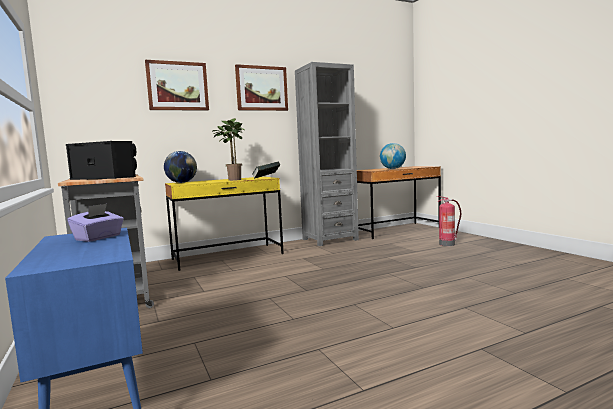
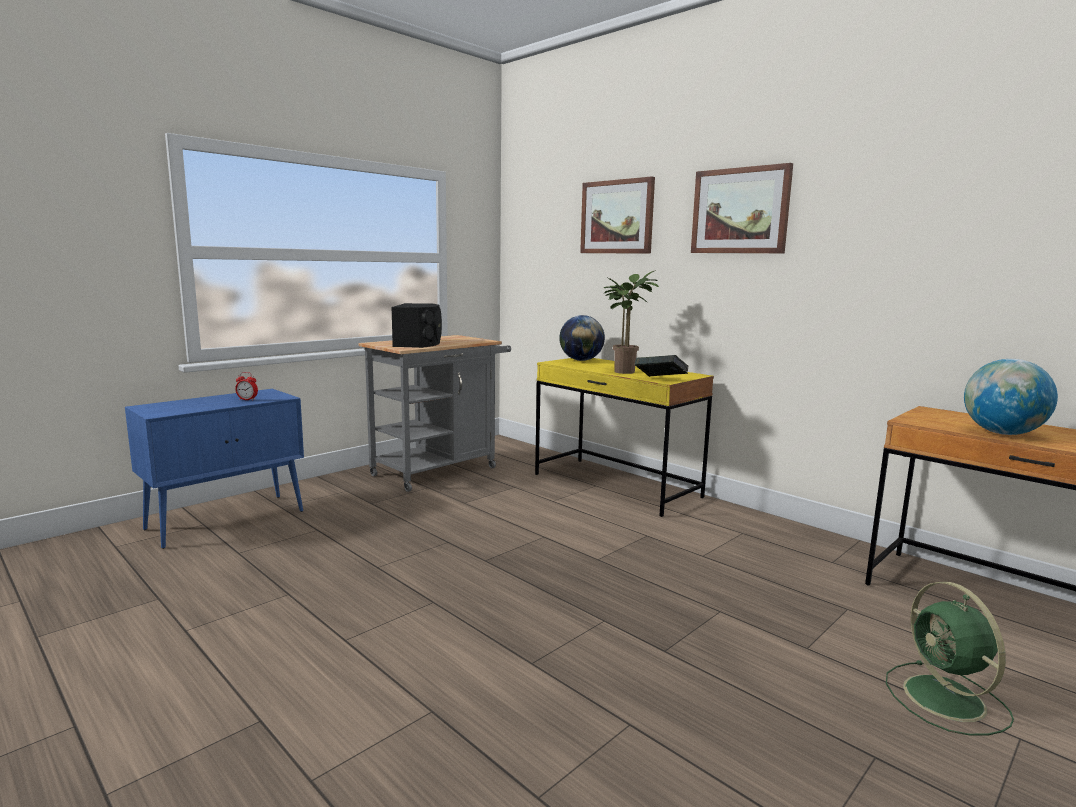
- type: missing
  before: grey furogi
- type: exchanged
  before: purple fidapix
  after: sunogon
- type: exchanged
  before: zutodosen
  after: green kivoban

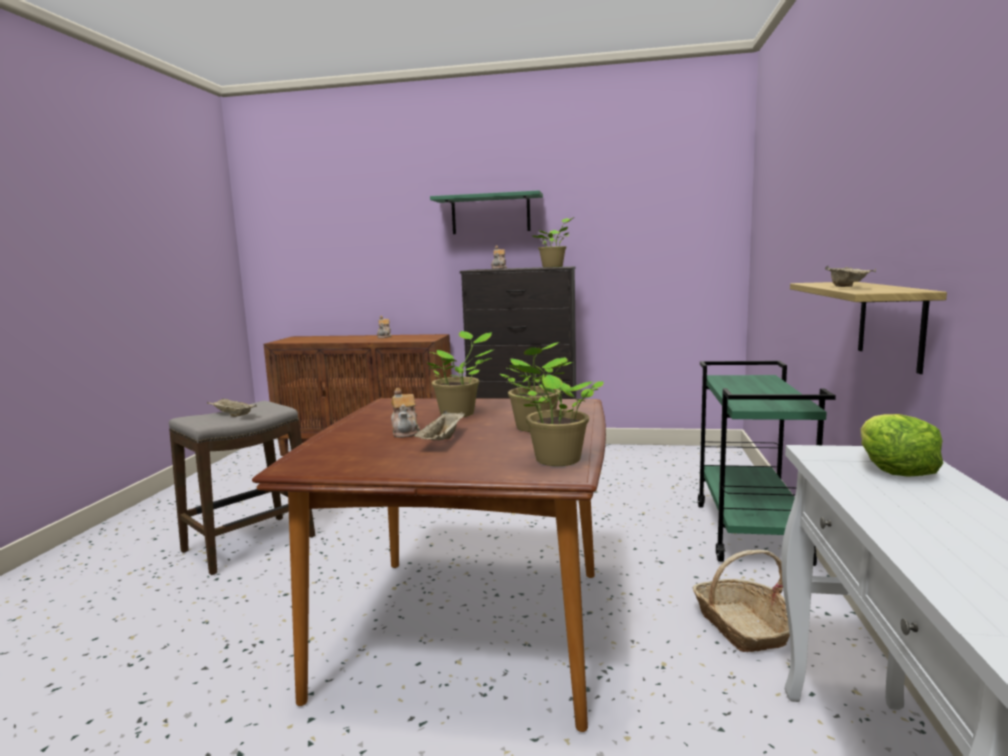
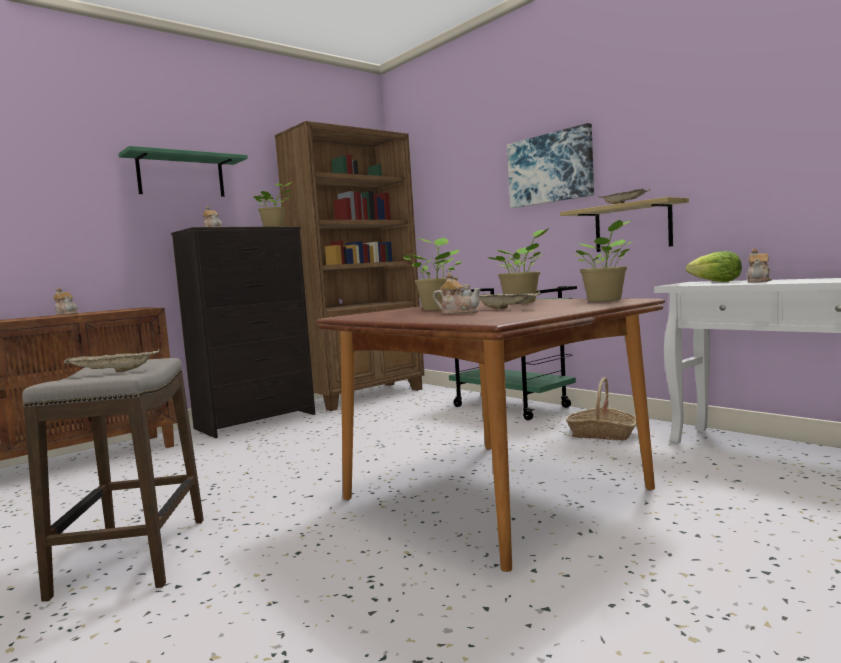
- type: appeared
  after: brown furogi
- type: appeared
  after: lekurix
- type: appeared
  after: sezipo (no. 4 from left)

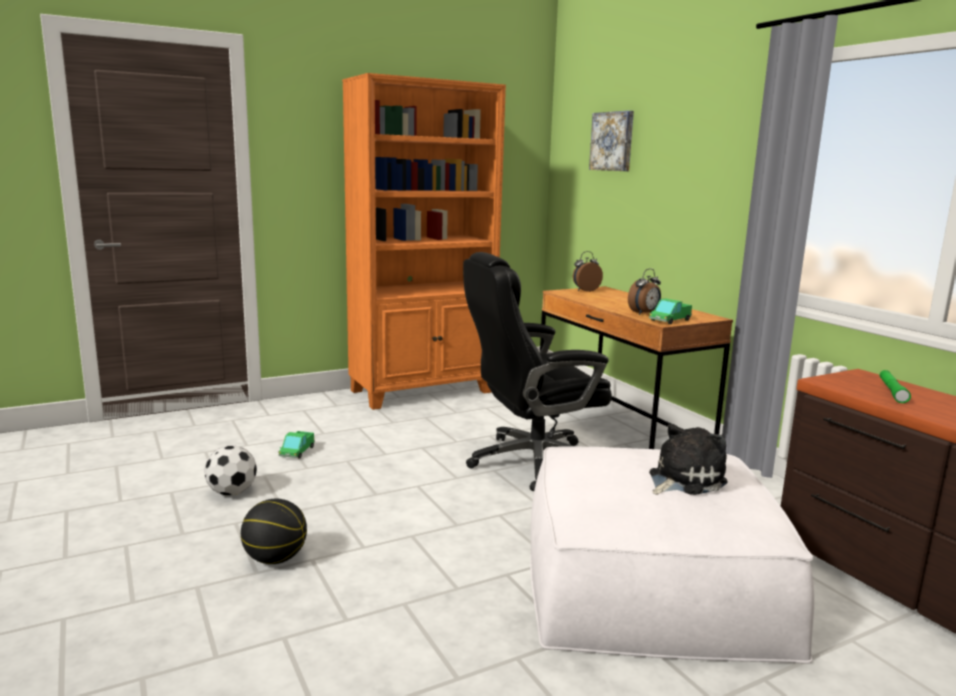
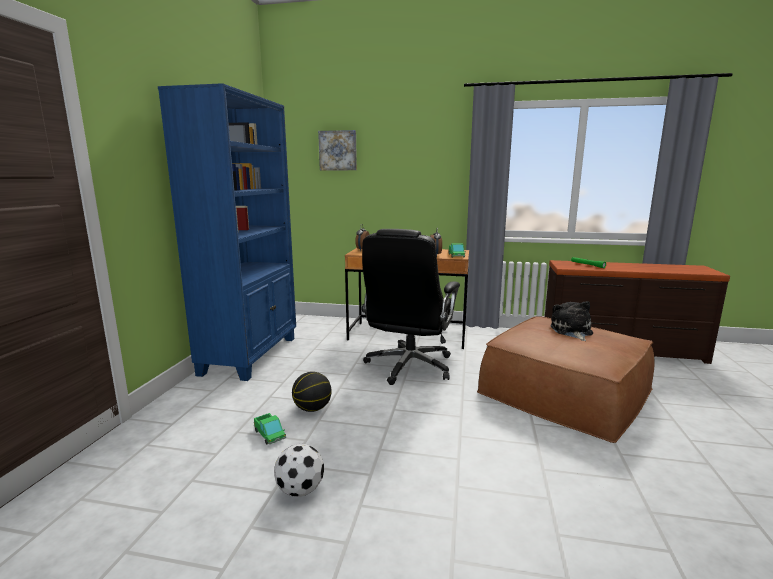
- type: relocated
  before: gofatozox
- type: colour
  before: orange furogi
  after: blue furogi
- type: colour
  before: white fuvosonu
  after: brown fuvosonu

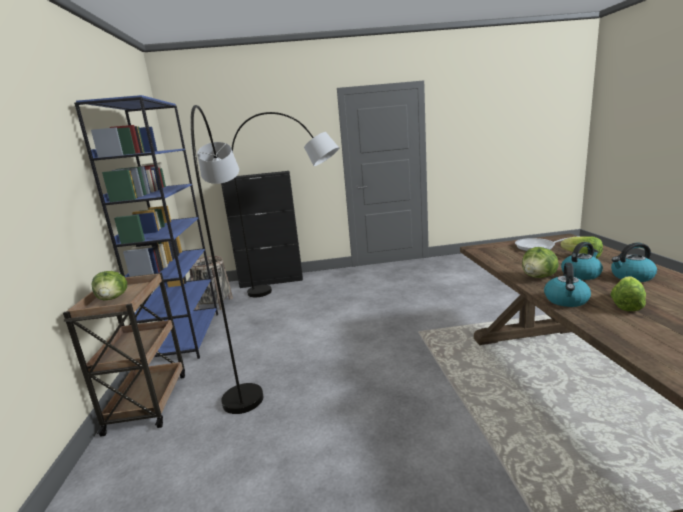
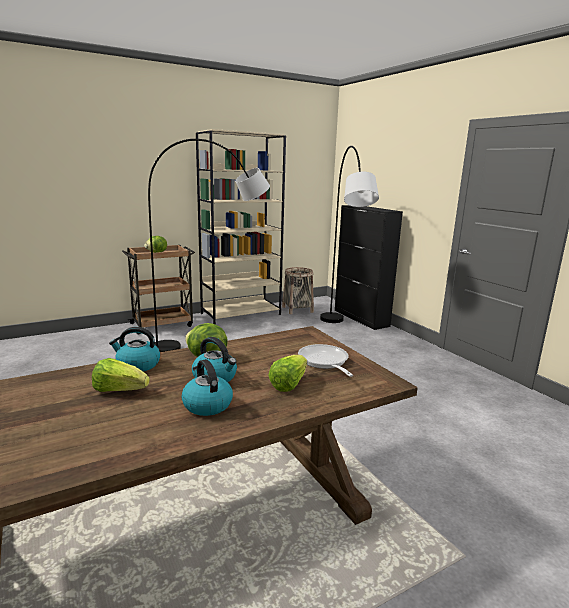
- type: colour
  before: blue furogi
  after: beige furogi

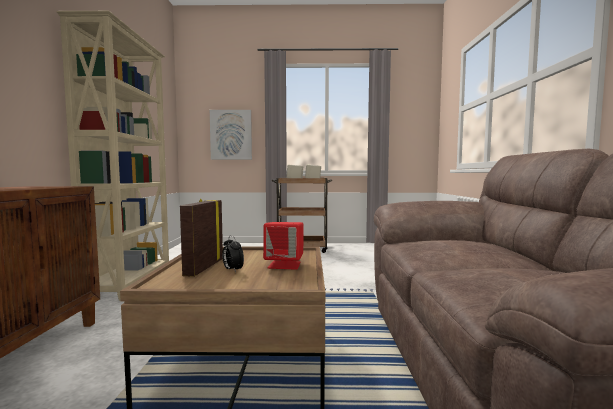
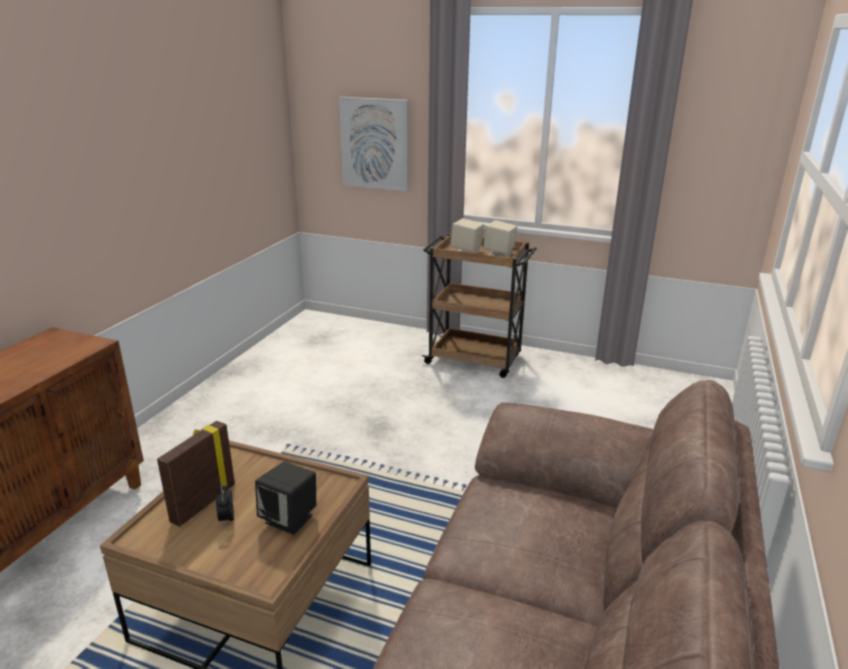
- type: missing
  before: beige furogi
- type: colour
  before: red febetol
  after: black febetol

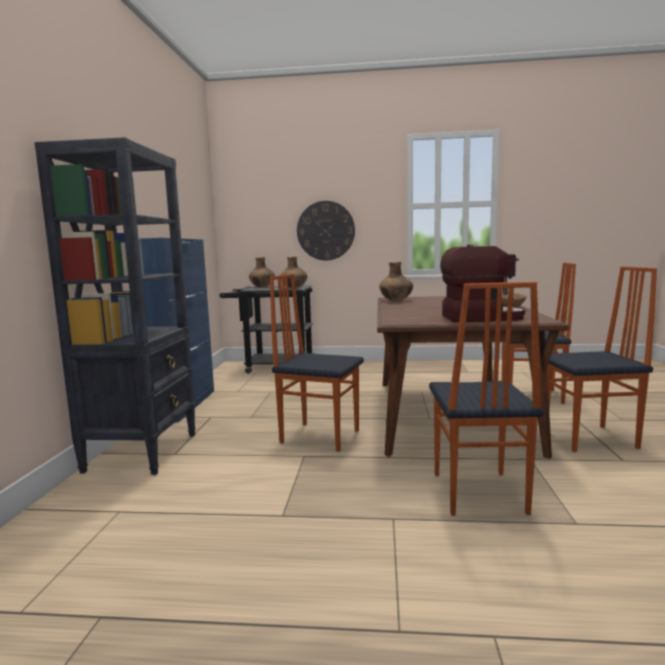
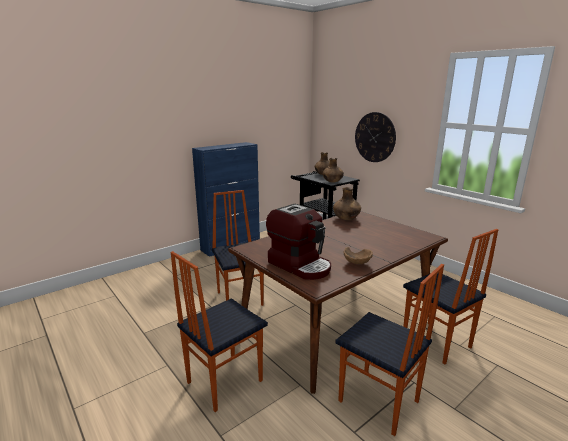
- type: missing
  before: black furogi

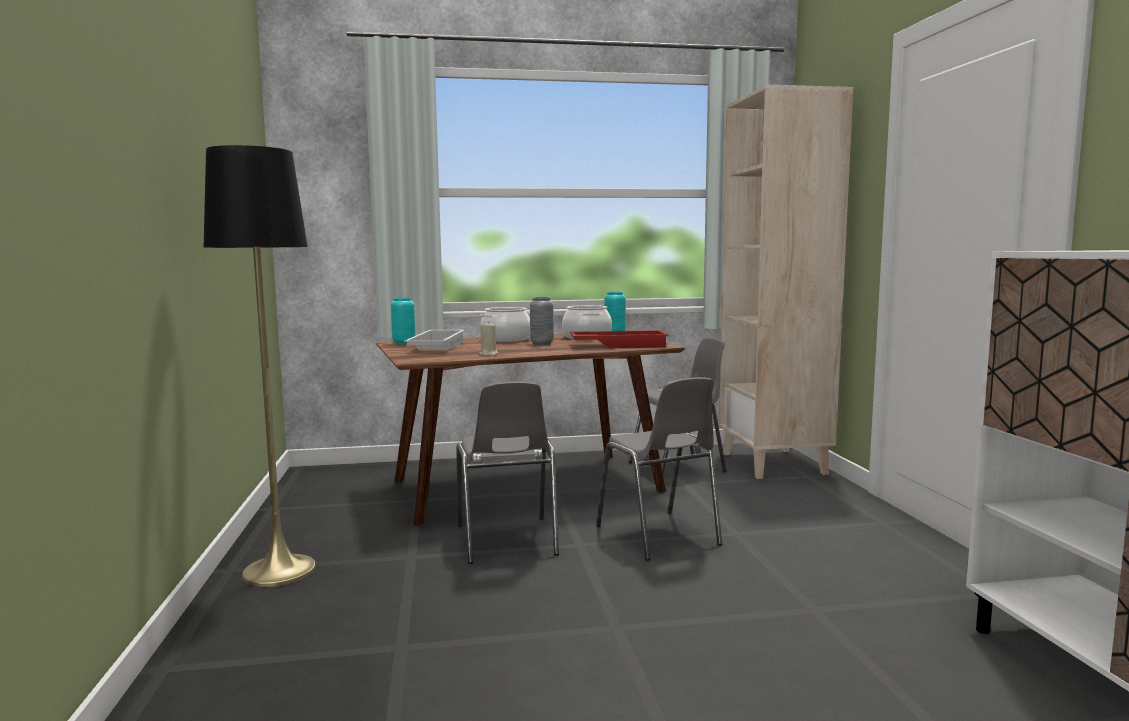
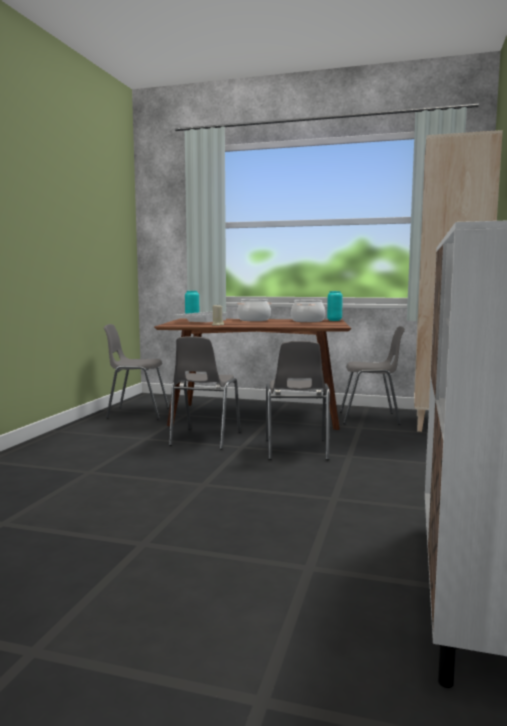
- type: missing
  before: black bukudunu
- type: missing
  before: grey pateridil
- type: missing
  before: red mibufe
- type: appeared
  after: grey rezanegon (no. 1 from left)

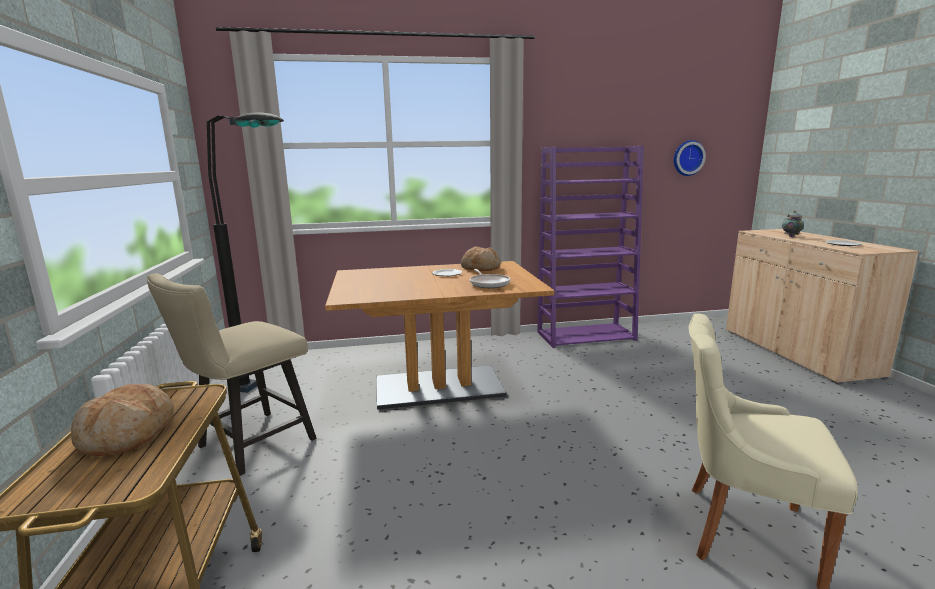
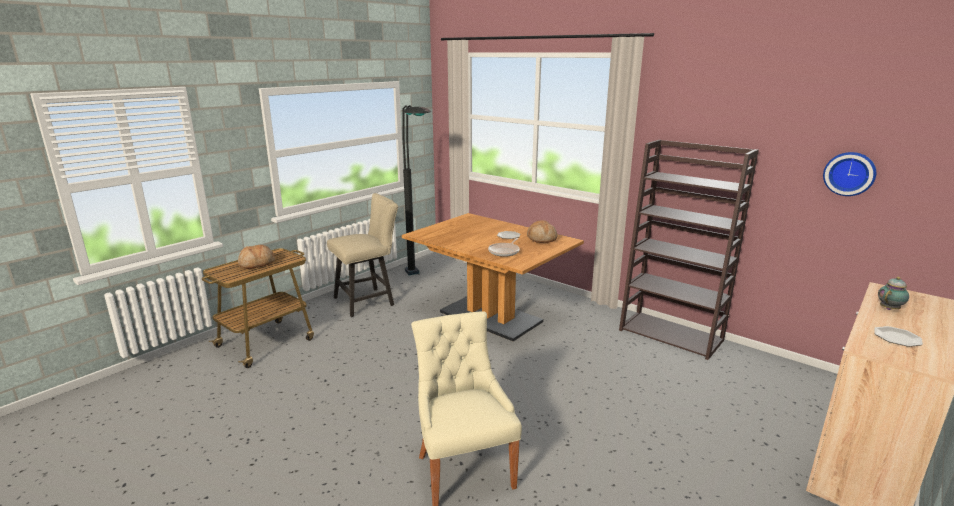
- type: colour
  before: purple furogi
  after: brown furogi
- type: spun
  before: beige rezanegon (no. 1 from left)
  turn: 150

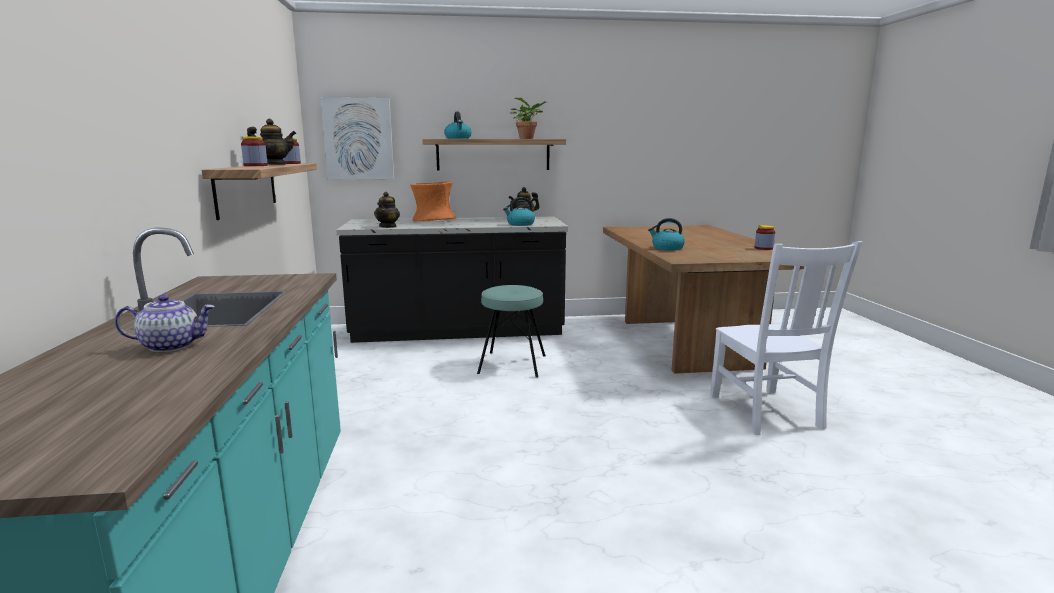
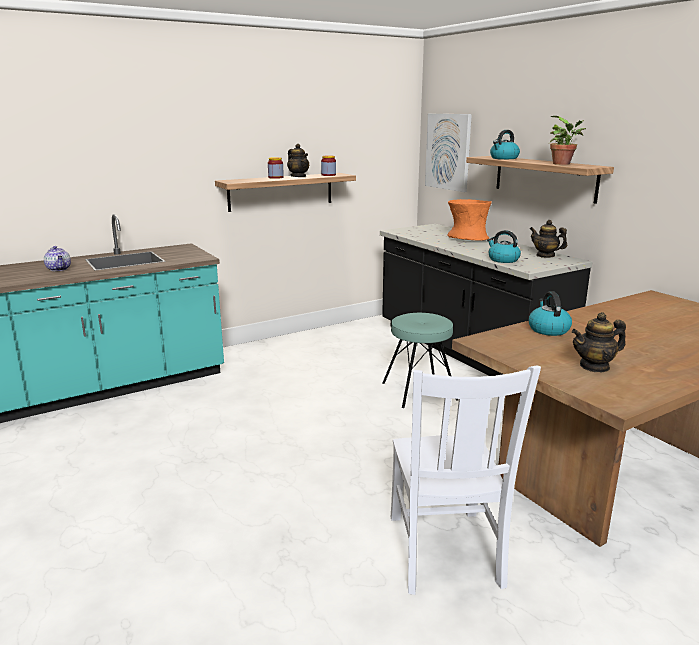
- type: missing
  before: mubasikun (no. 3 from left)
- type: relocated
  before: sezipo (no. 3 from left in the first image)
  after: sezipo (no. 4 from left)
- type: spun
  before: white rezanegon
  turn: -60

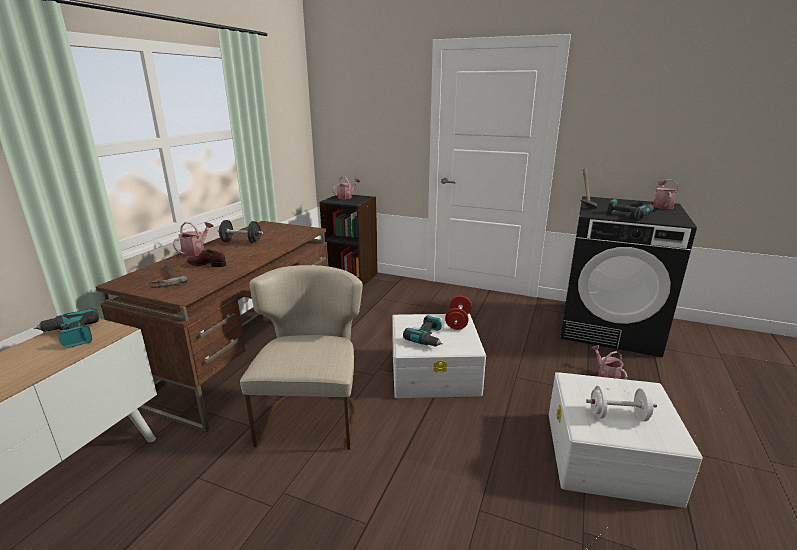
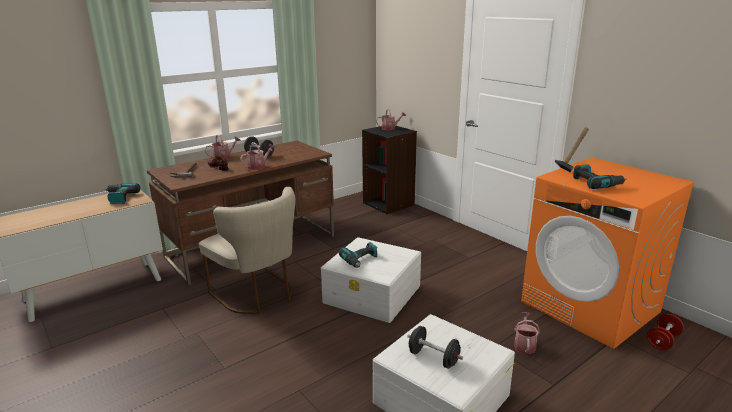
- type: relocated
  before: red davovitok
- type: relocated
  before: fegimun (no. 4 from left in the first image)
  after: fegimun (no. 2 from left)
- type: colour
  before: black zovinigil
  after: orange zovinigil
- type: colour
  before: white davovitok
  after: black davovitok (no. 2 from left)
- type: spun
  before: beige rezanegon
  turn: 105

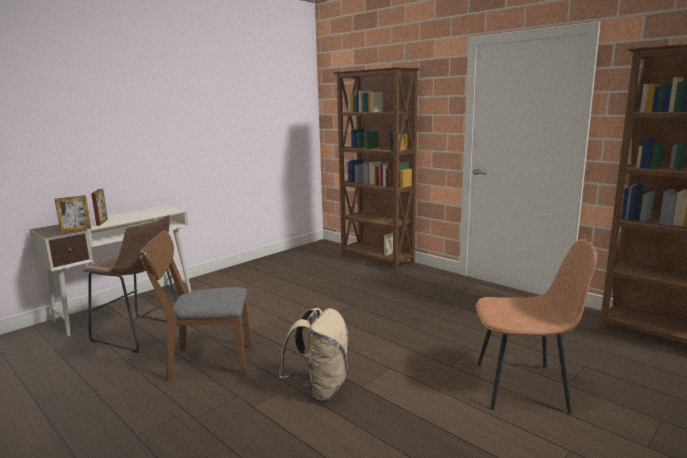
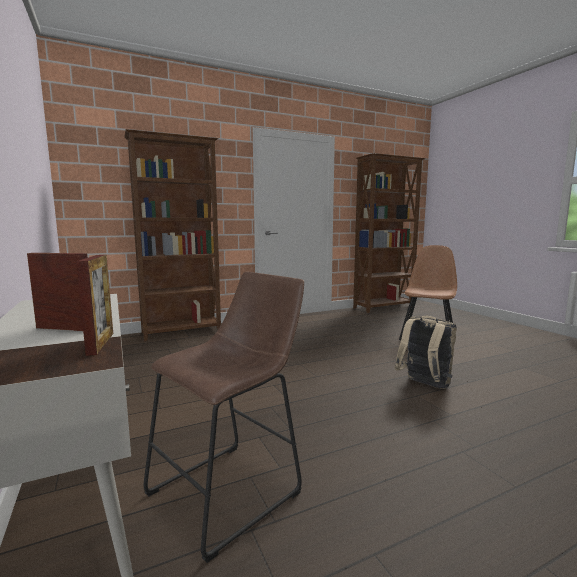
- type: missing
  before: brown rezanegon (no. 1 from left)

